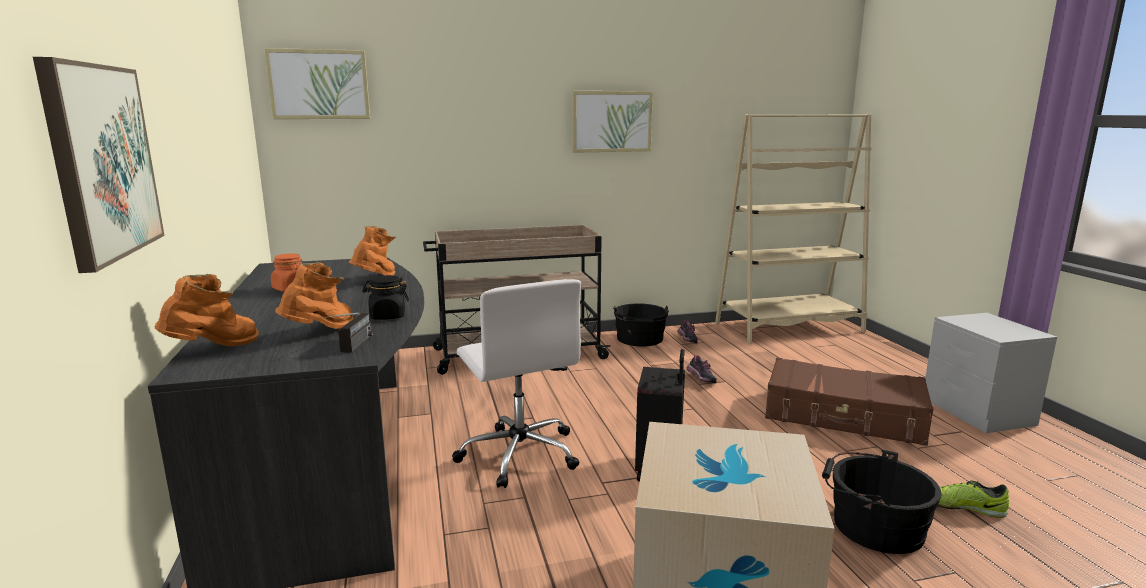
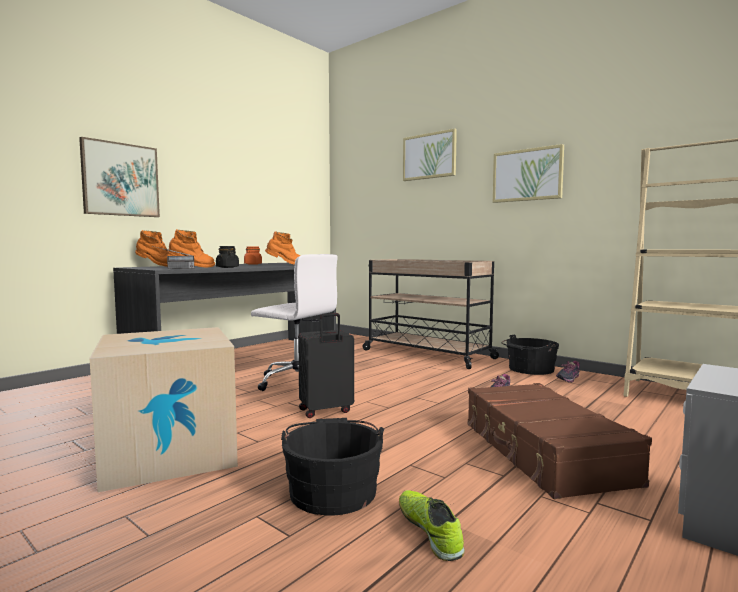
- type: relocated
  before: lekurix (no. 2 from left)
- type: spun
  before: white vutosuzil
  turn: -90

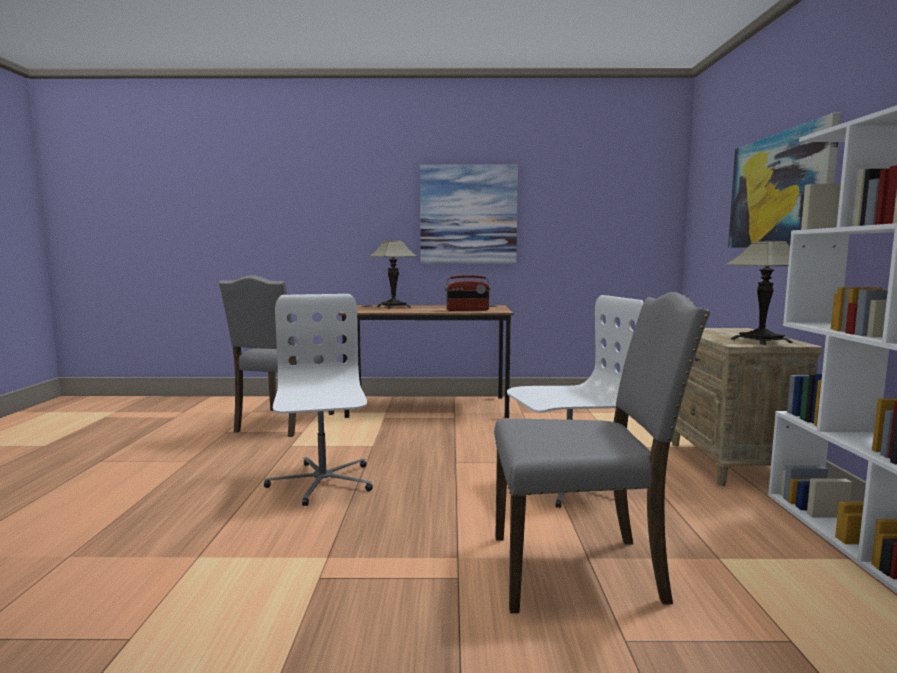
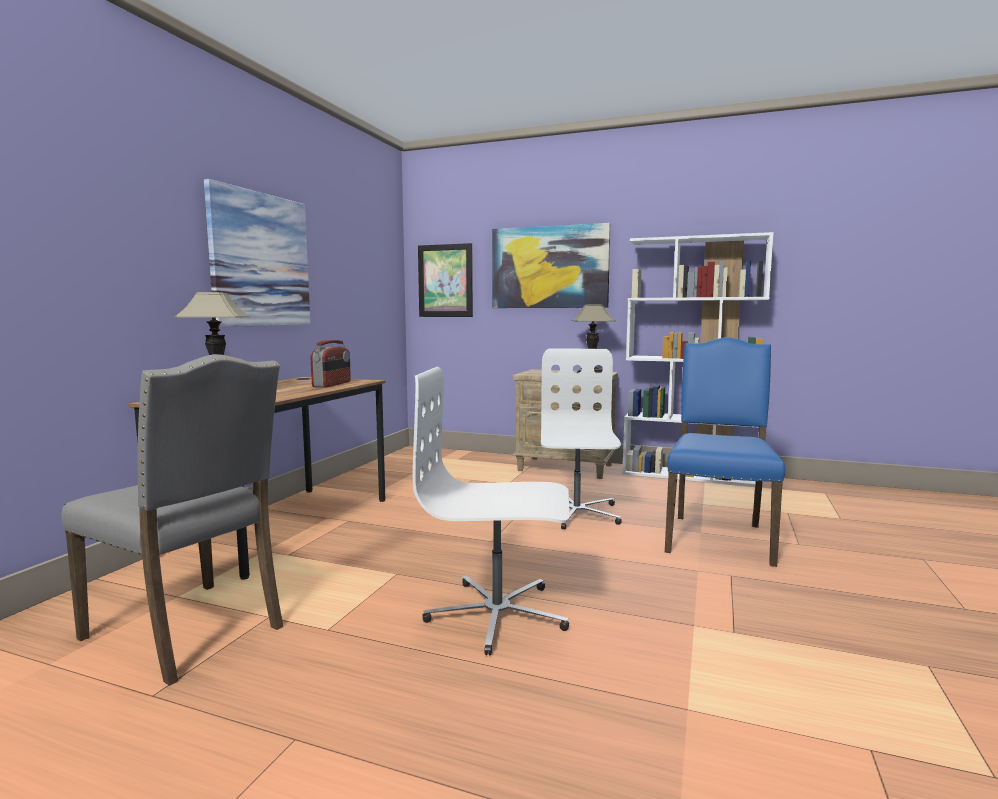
- type: appeared
  after: lekurix (no. 2 from left)
- type: colour
  before: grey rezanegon (no. 2 from left)
  after: blue rezanegon

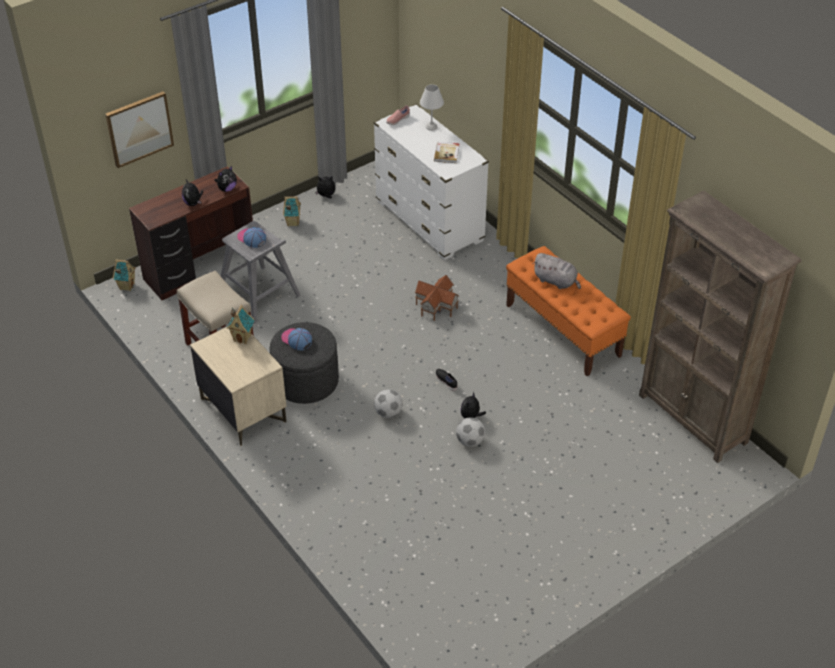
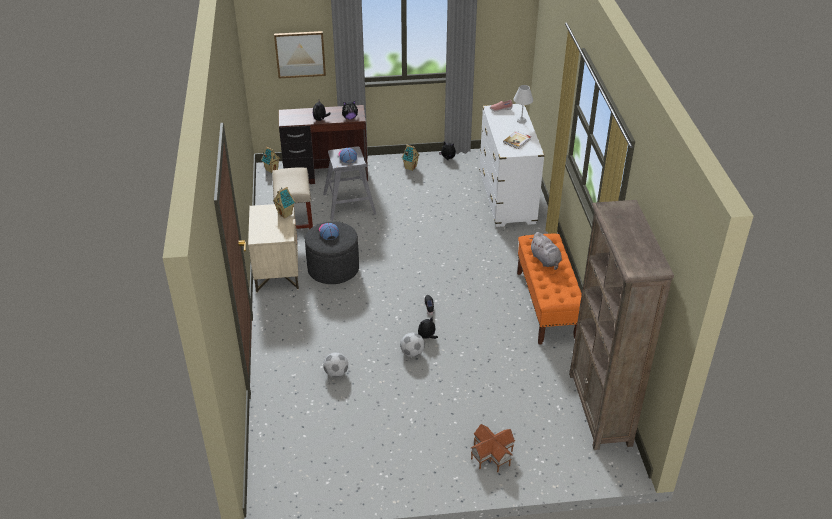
- type: relocated
  before: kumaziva (no. 1 from left)
- type: relocated
  before: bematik (no. 4 from left)

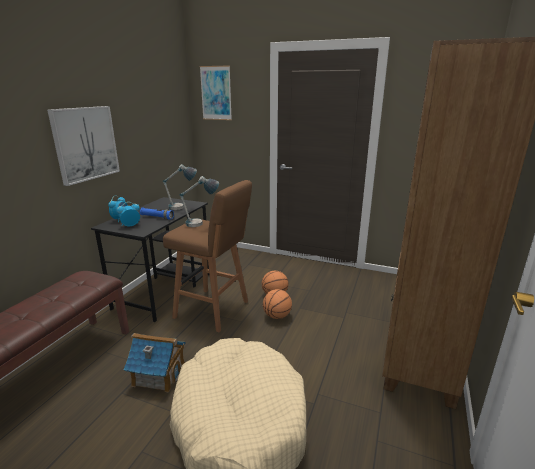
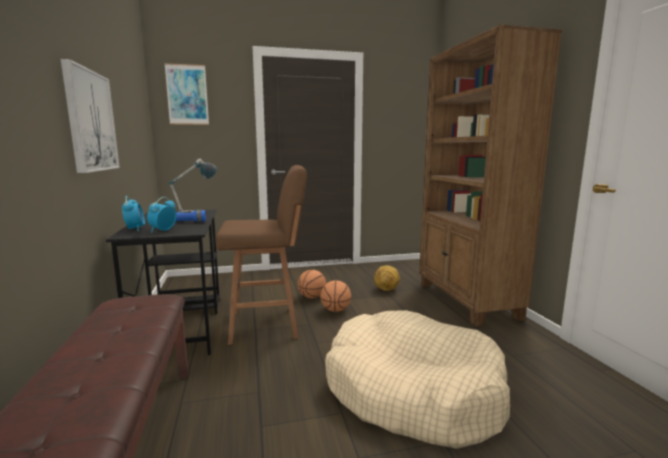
- type: missing
  before: bematik
- type: missing
  before: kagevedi (no. 2 from left)
- type: appeared
  after: kumaziva

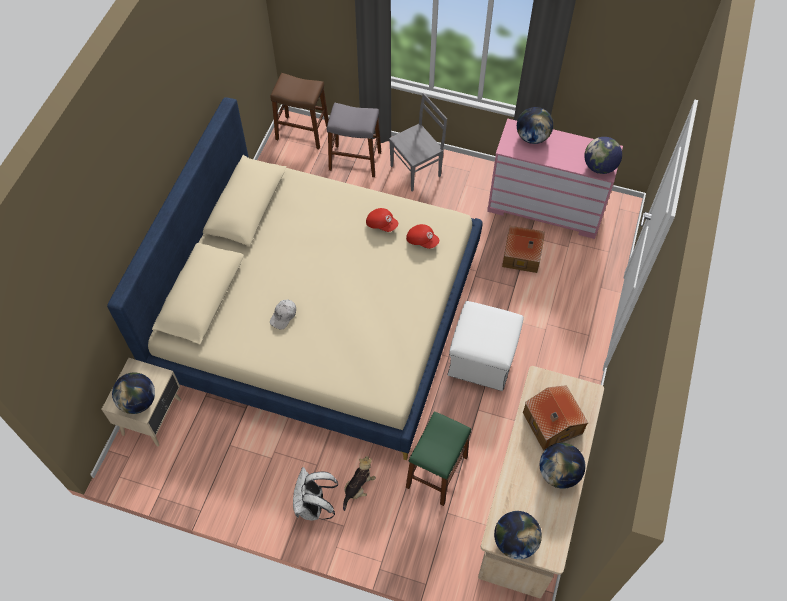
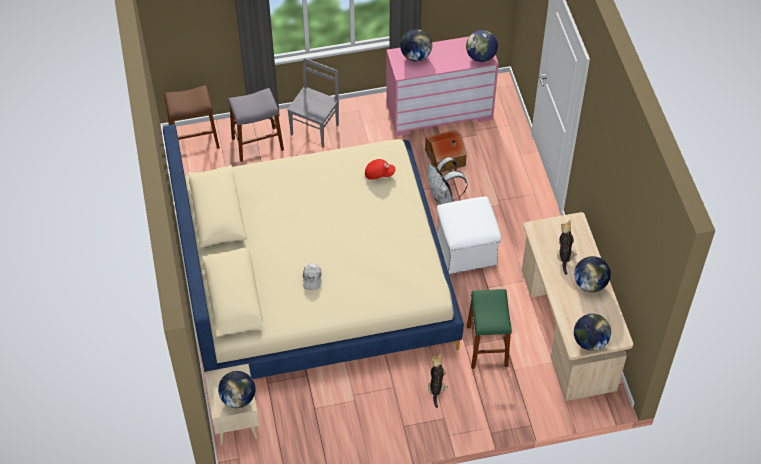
- type: missing
  before: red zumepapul (no. 1 from left)
- type: relocated
  before: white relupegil
- type: exchanged
  before: bematik (no. 2 from left)
  after: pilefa (no. 2 from left)

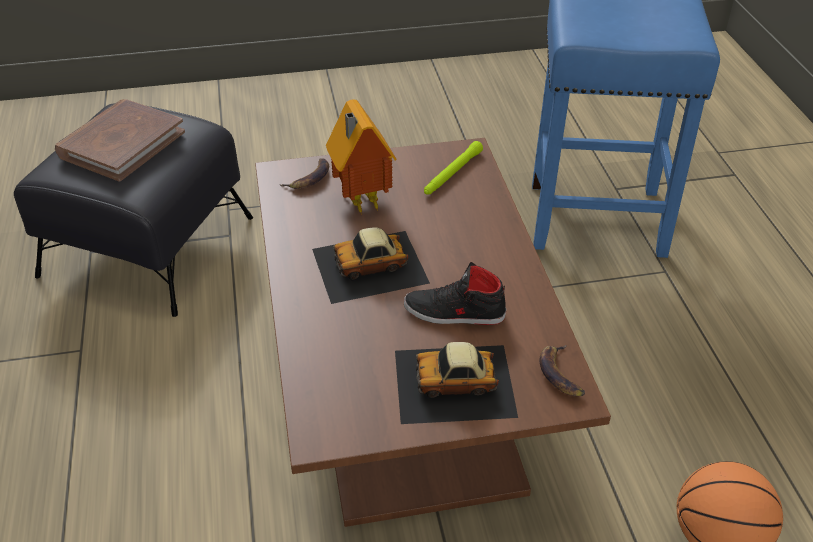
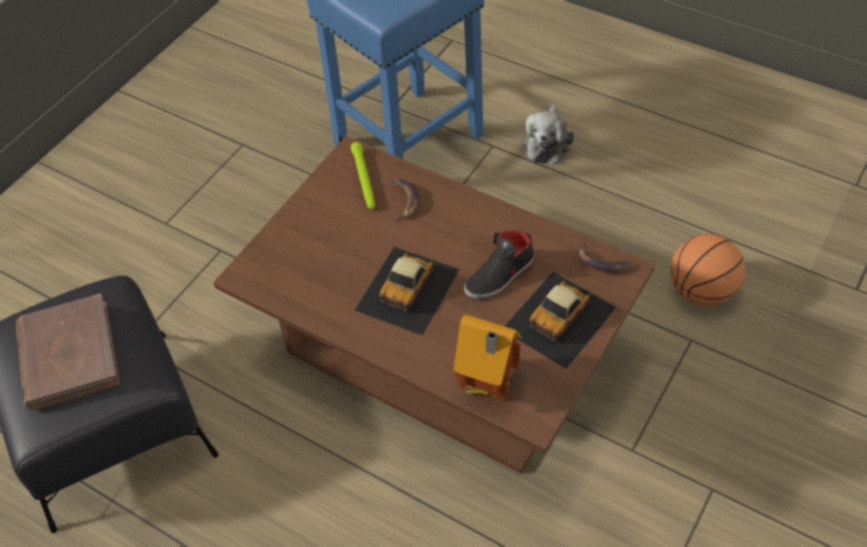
- type: appeared
  after: pilefa
- type: relocated
  before: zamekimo (no. 1 from left)
- type: relocated
  before: bematik

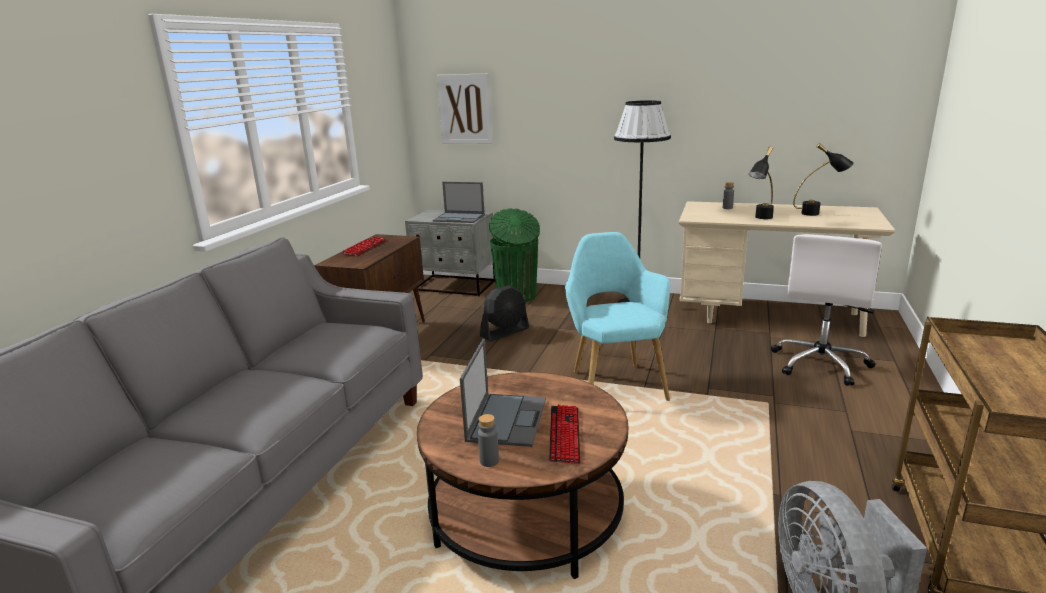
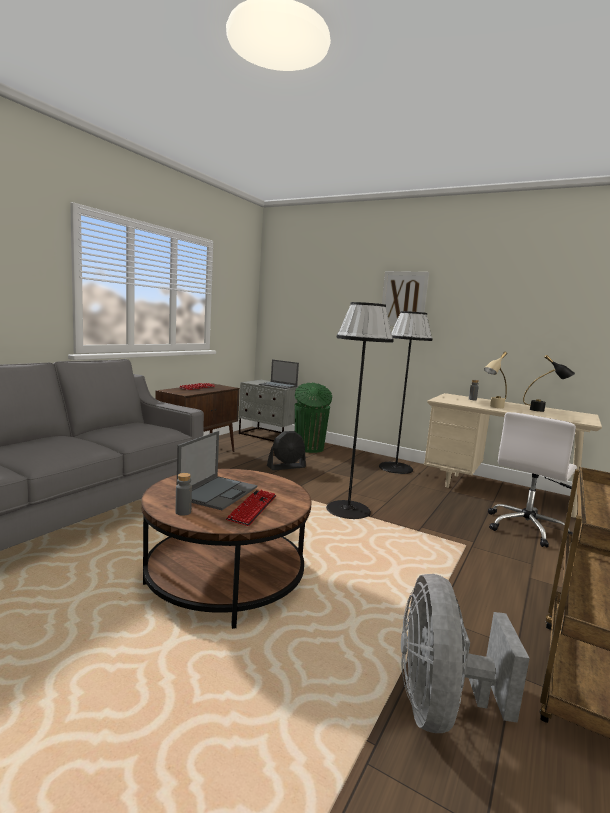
- type: relocated
  before: lekurix
- type: exchanged
  before: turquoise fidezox
  after: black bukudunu (no. 1 from left)
- type: colour
  before: black kagevedi (no. 1 from left)
  after: beige kagevedi

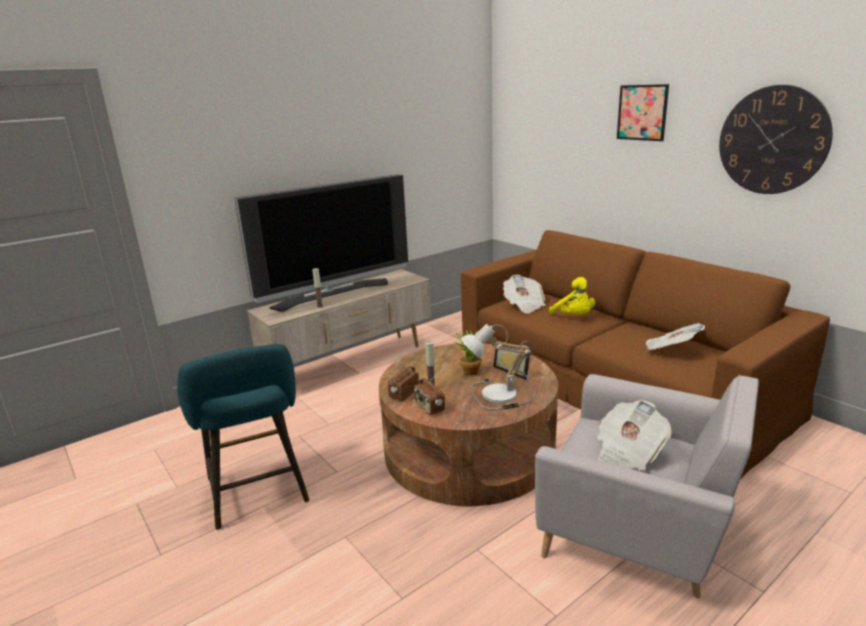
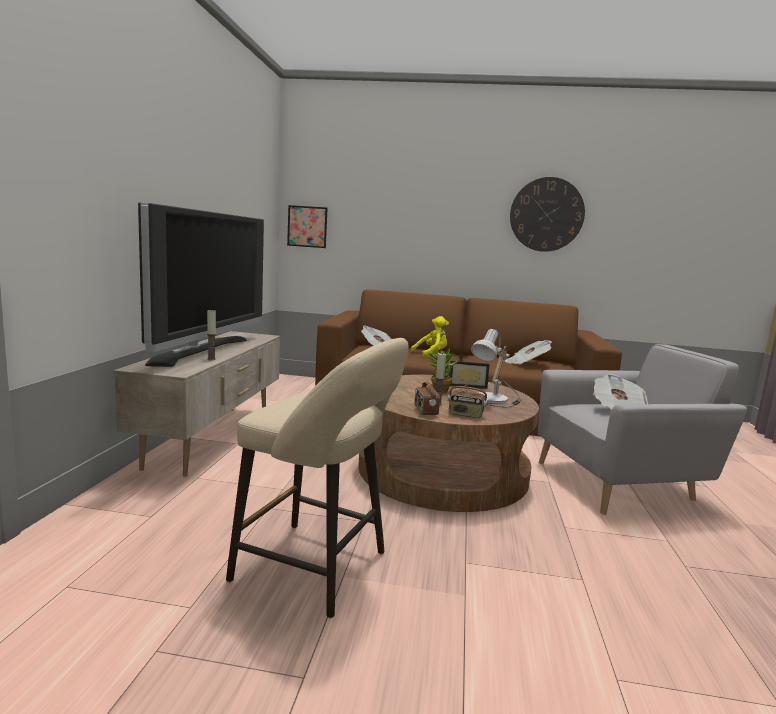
- type: relocated
  before: lekurix
- type: colour
  before: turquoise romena
  after: beige romena
- type: spun
  before: yellow pilefa
  turn: -45

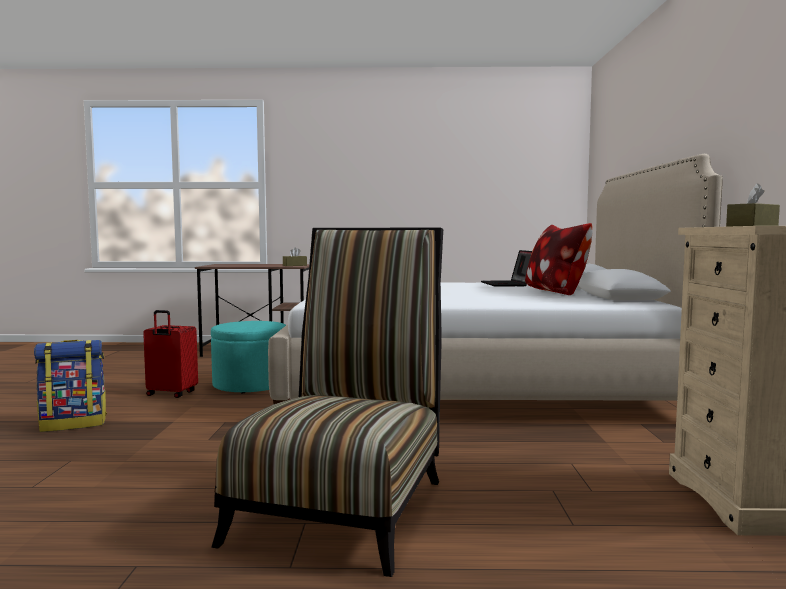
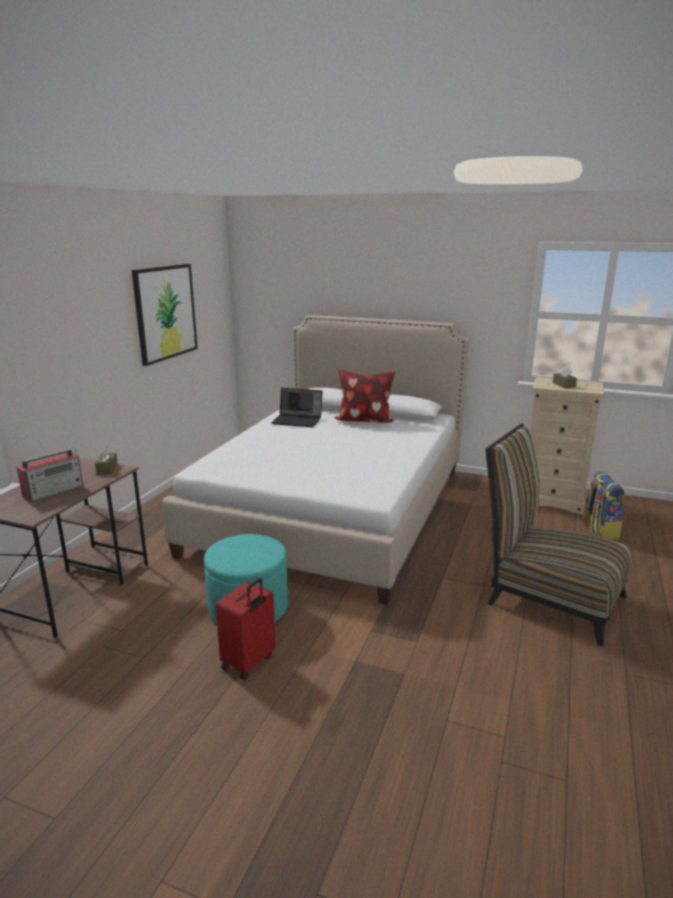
- type: appeared
  after: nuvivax
- type: appeared
  after: lekurix
- type: relocated
  before: relupegil

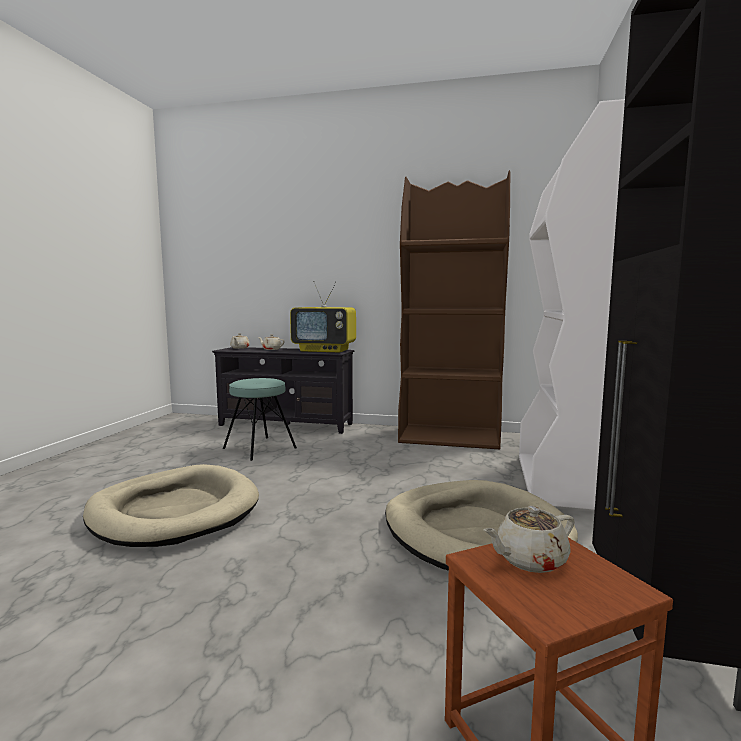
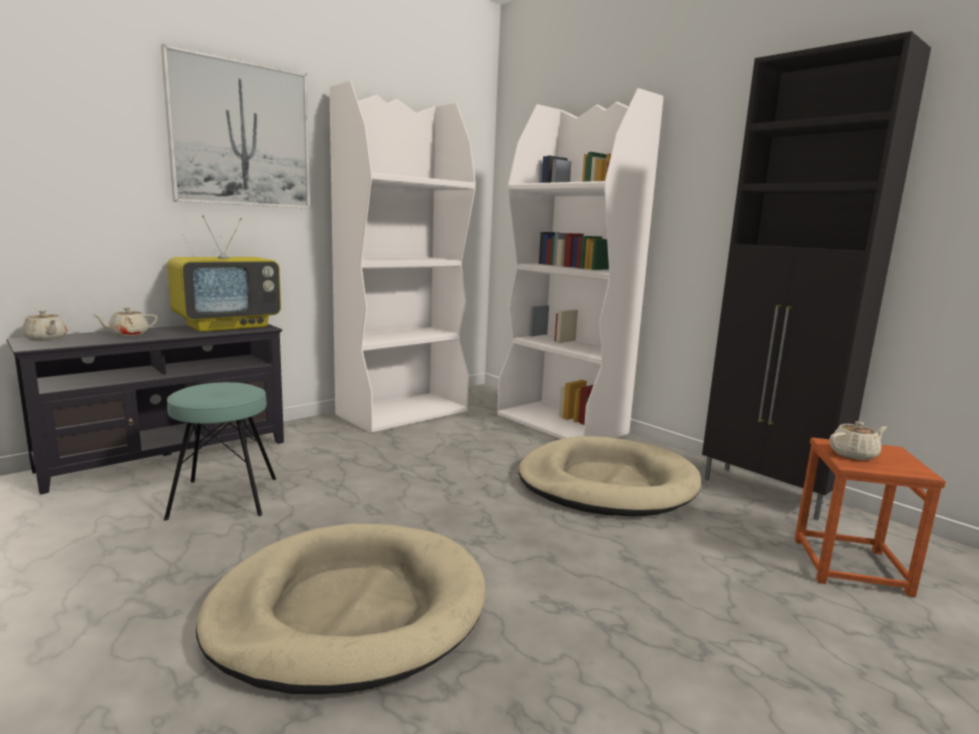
- type: appeared
  after: lekurix
- type: colour
  before: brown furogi
  after: white furogi (no. 1 from left)
- type: spun
  before: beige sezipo (no. 3 from left)
  turn: -120

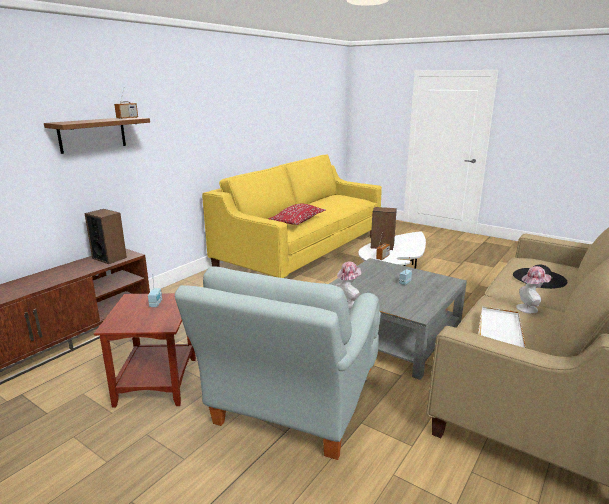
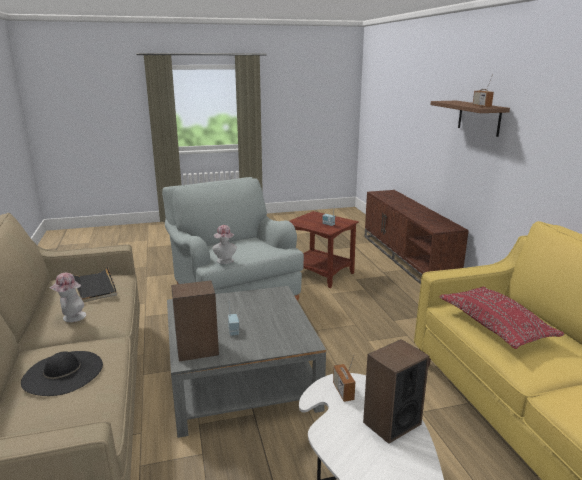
- type: relocated
  before: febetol (no. 1 from left)
- type: colour
  before: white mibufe
  after: black mibufe

